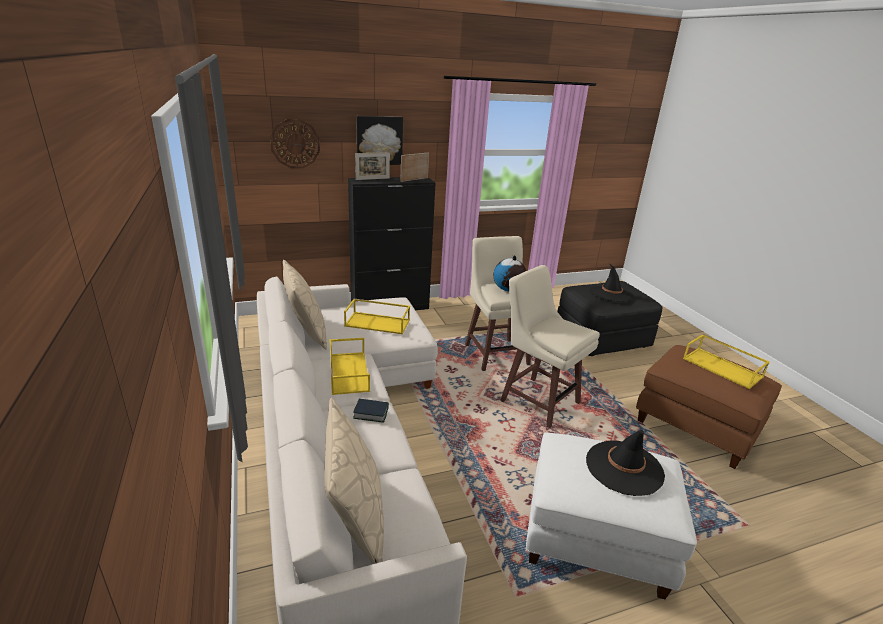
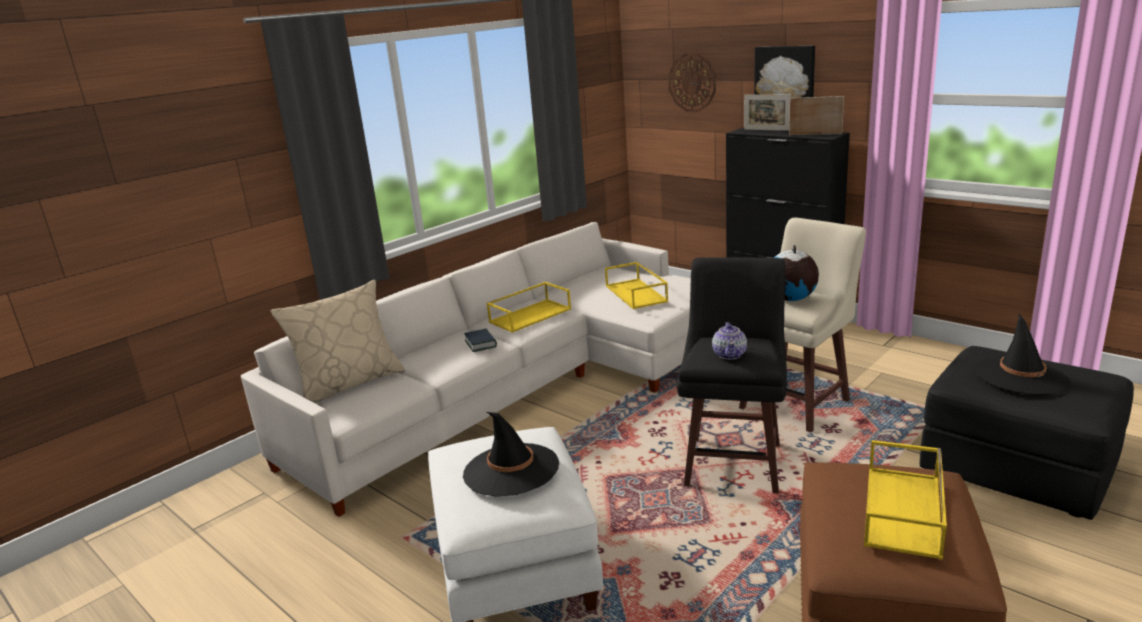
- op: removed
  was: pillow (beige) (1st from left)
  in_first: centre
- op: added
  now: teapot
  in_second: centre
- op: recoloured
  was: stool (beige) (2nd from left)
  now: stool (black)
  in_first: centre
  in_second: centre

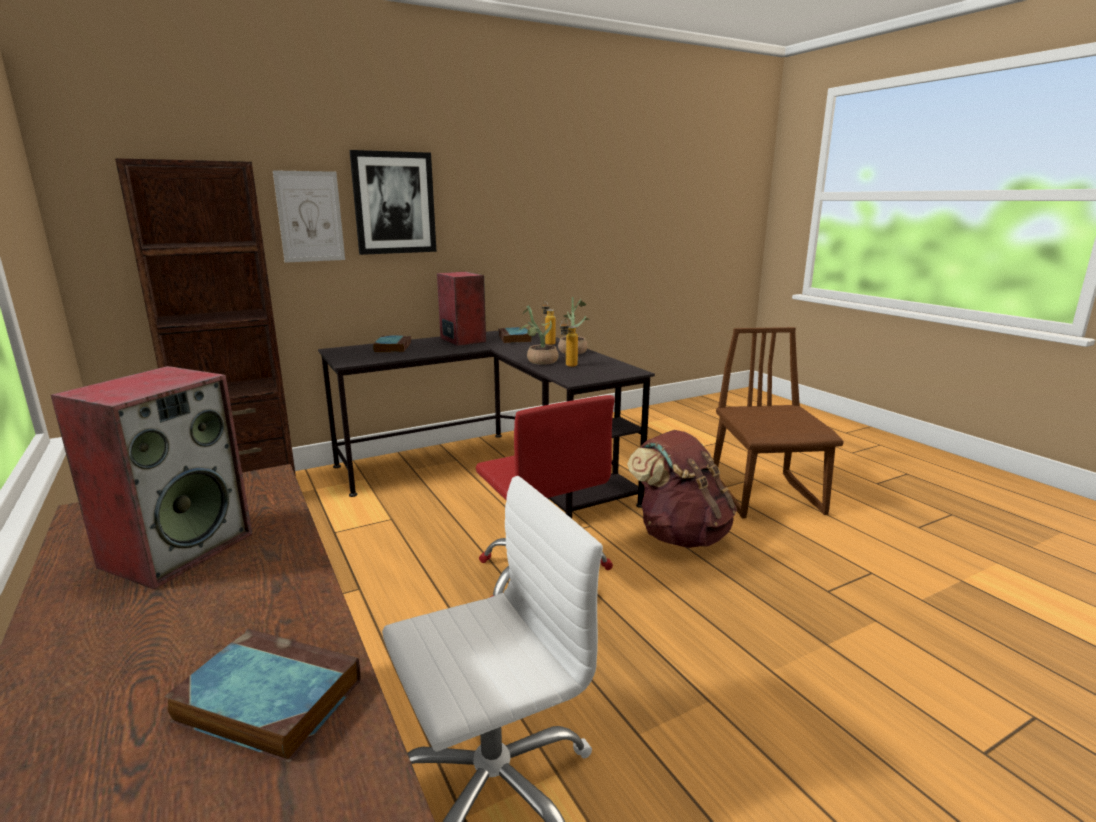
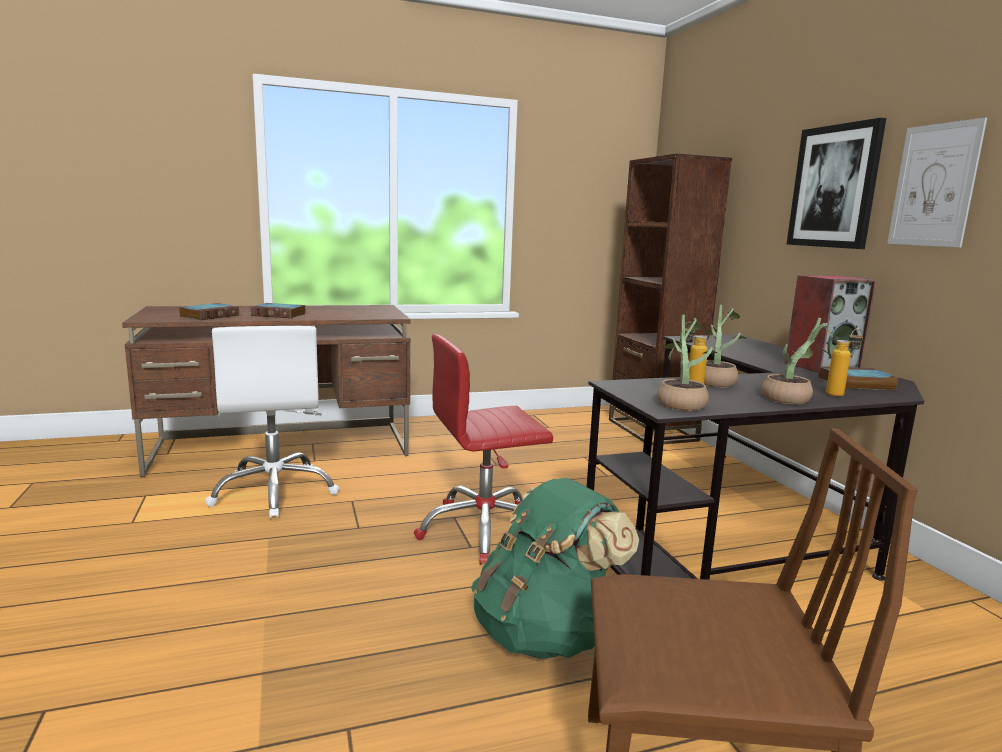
- op: removed
  was: speaker (1st from left)
  in_first: middle left
- op: added
  now: potted plant (1st from left)
  in_second: middle right
- op: moved
  was: picture (1st from left in the first image)
  now: picture (2nd from left)
  in_first: top left
  in_second: top right
- op: moved
  was: book (2nd from left)
  in_first: centre
  in_second: middle left
- op: recoloured
  was: backpack (brown)
  now: backpack (green)
  in_first: centre
  in_second: bottom centre

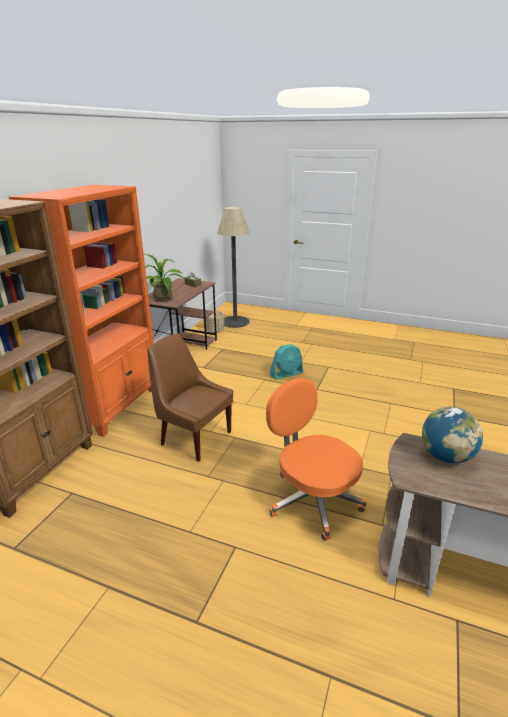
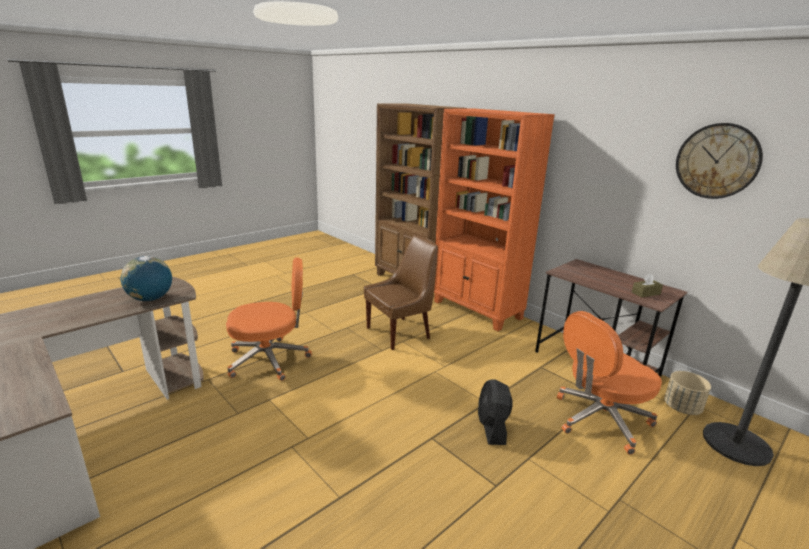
- op: removed
  was: potted plant
  in_first: middle left
- op: added
  now: office chair (orange) (2nd from left)
  in_second: bottom right
- op: added
  now: wall clock
  in_second: top right
- op: recoloured
  was: fan (turquoise)
  now: fan (black)
  in_first: centre
  in_second: bottom centre

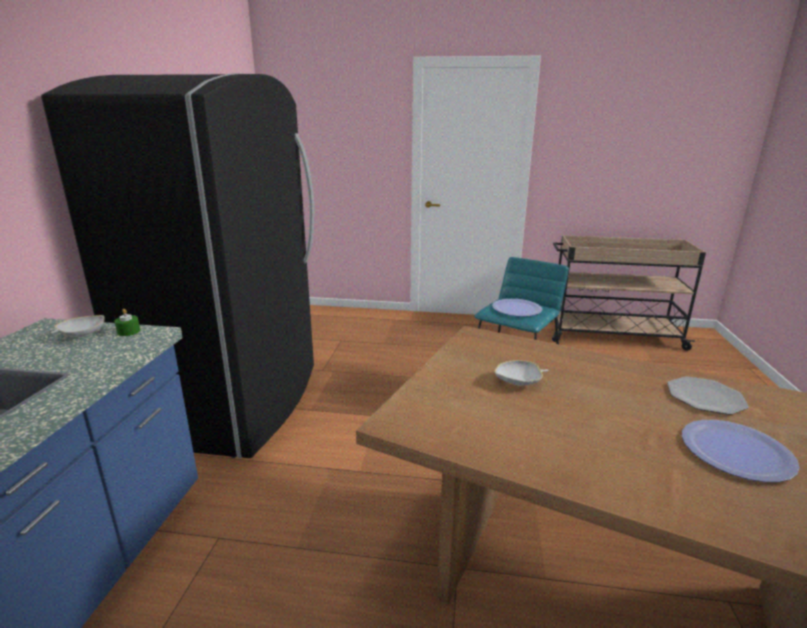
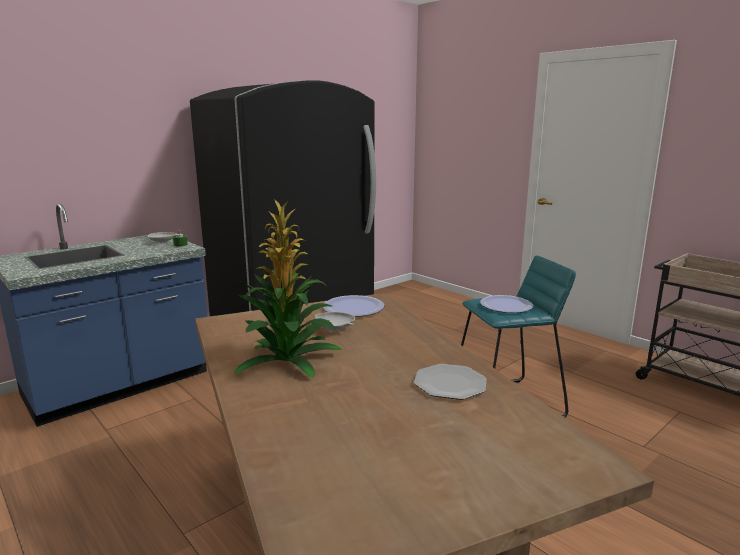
- op: added
  now: potted plant
  in_second: centre
- op: moved
  was: plate (3rd from left in the first image)
  now: plate (1st from left)
  in_first: bottom right
  in_second: centre

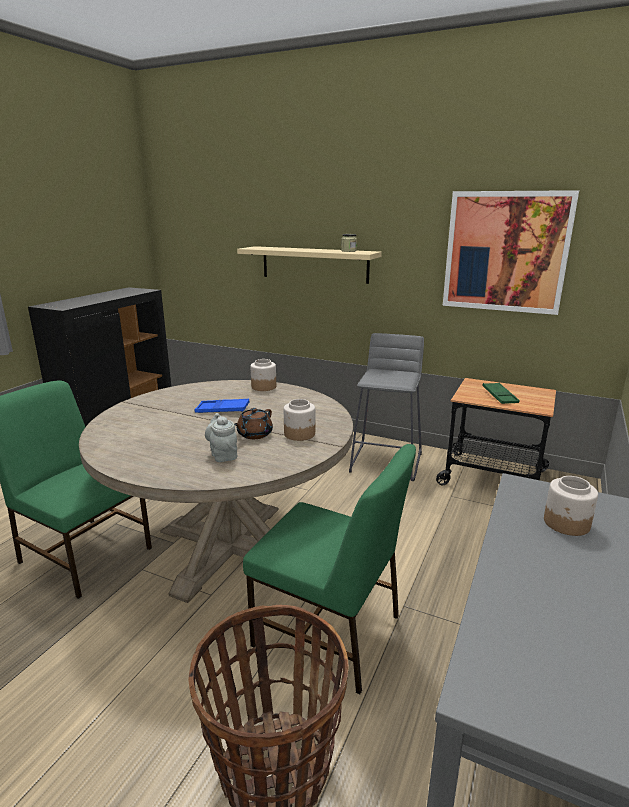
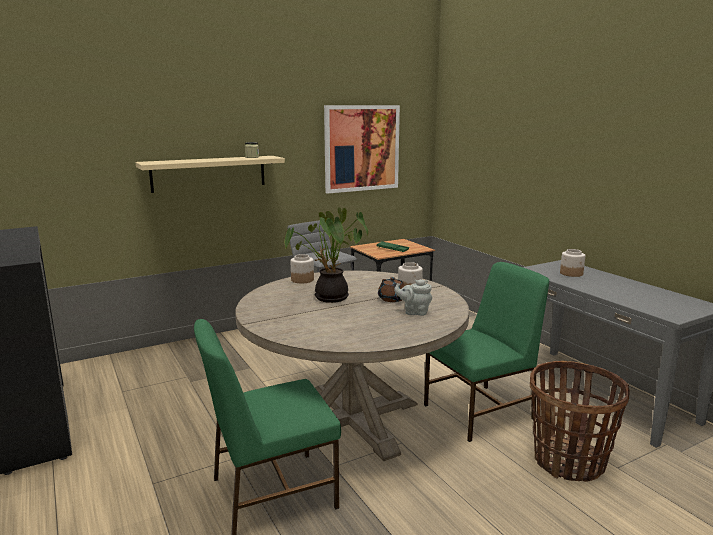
- op: replaced
  was: tray (blue)
  now: potted plant
  in_first: centre
  in_second: centre

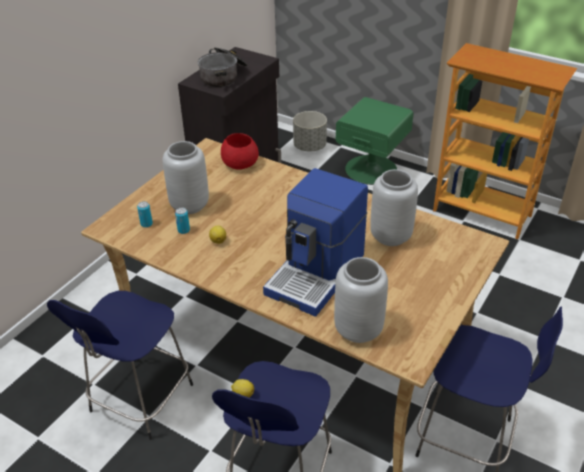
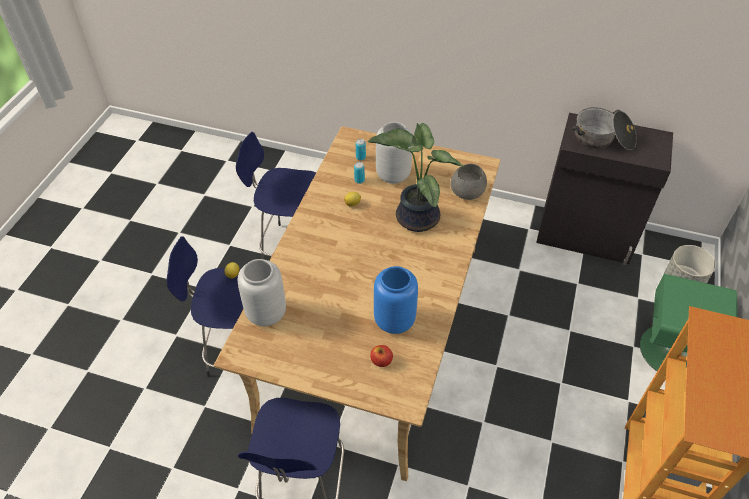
- op: removed
  was: coffee machine
  in_first: centre
- op: added
  now: potted plant
  in_second: centre
- op: added
  now: apple
  in_second: bottom centre
- op: recoloured
  was: bowl (red)
  now: bowl (grey)
  in_first: top centre
  in_second: centre
- op: recoloured
  was: vase (grey) (3rd from left)
  now: vase (blue)
  in_first: middle right
  in_second: centre

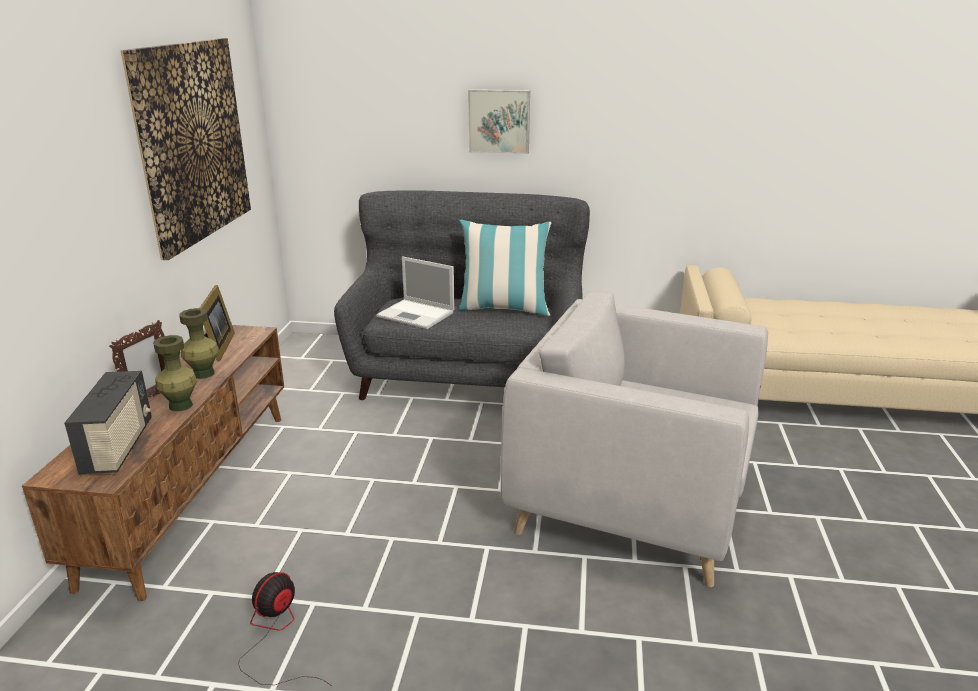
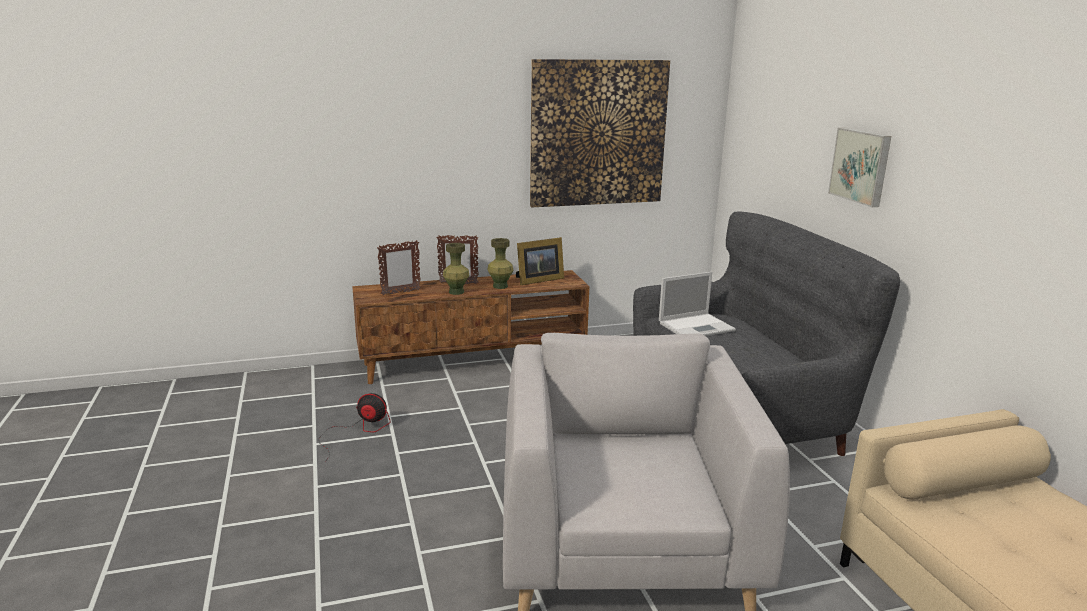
- op: removed
  was: pillow
  in_first: centre
- op: replaced
  was: radio
  now: picture frame (1st from left)
  in_first: middle left
  in_second: centre
- op: turned
  was: laptop
  in_first: centre
  in_second: centre
  clockwise: -120

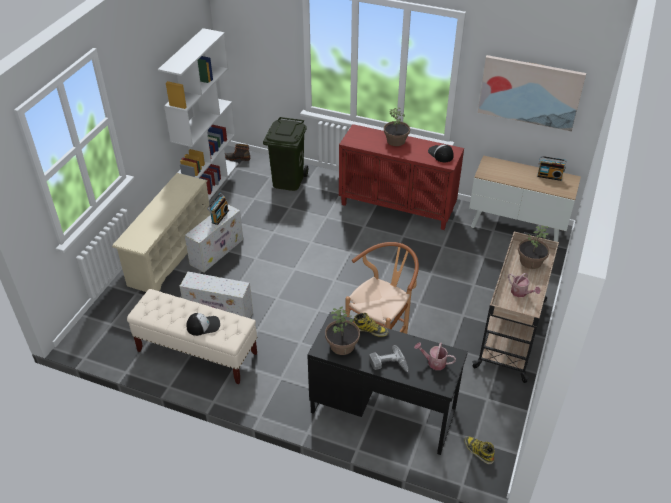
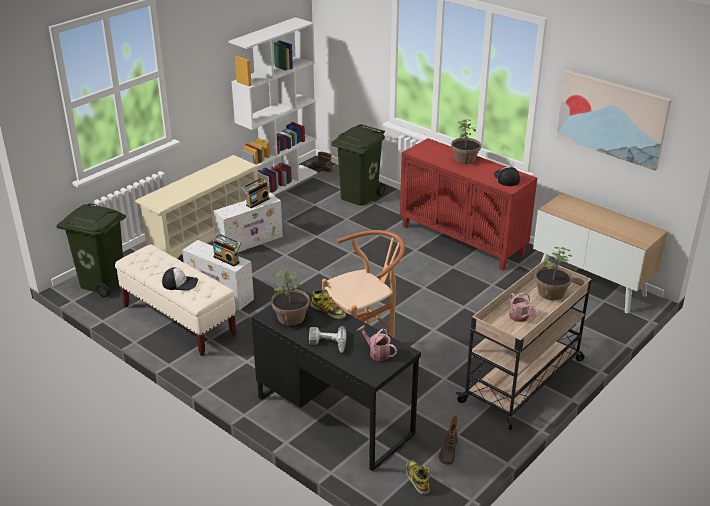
- op: added
  now: trash can (green) (1st from left)
  in_second: middle left
- op: added
  now: boot (4th from left)
  in_second: bottom centre
- op: moved
  was: radio (2nd from left in the first image)
  now: radio (1st from left)
  in_first: middle right
  in_second: middle left

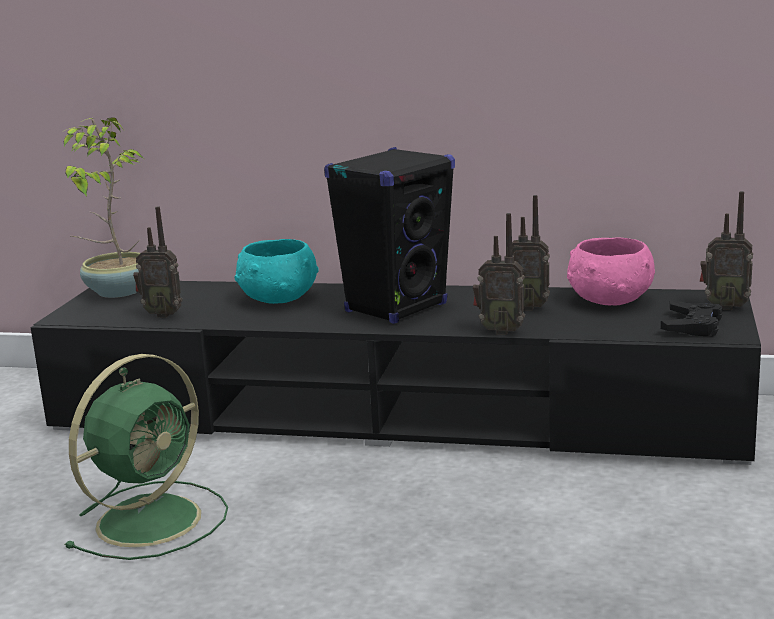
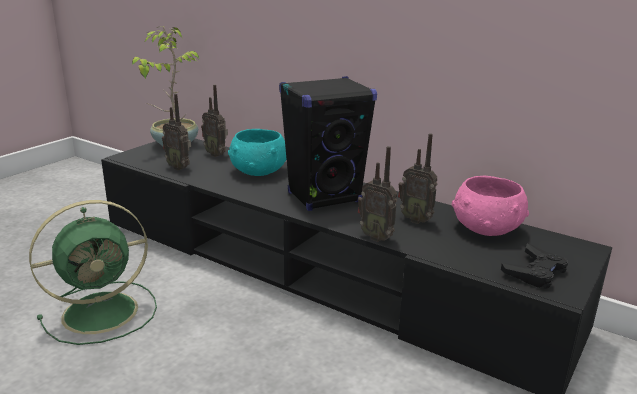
- op: moved
  was: radio (4th from left in the first image)
  now: radio (2nd from left)
  in_first: middle right
  in_second: top centre

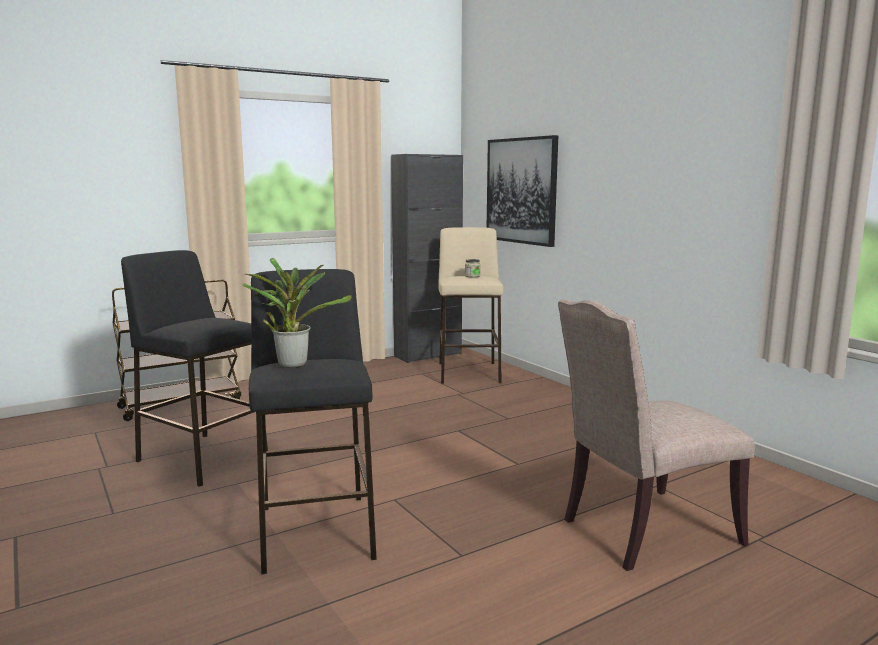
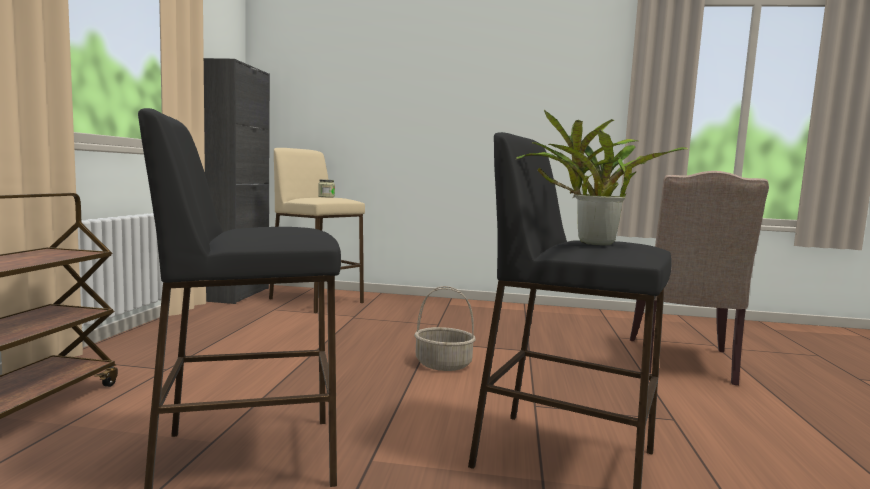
- op: removed
  was: picture
  in_first: top centre
- op: added
  now: basket
  in_second: bottom centre

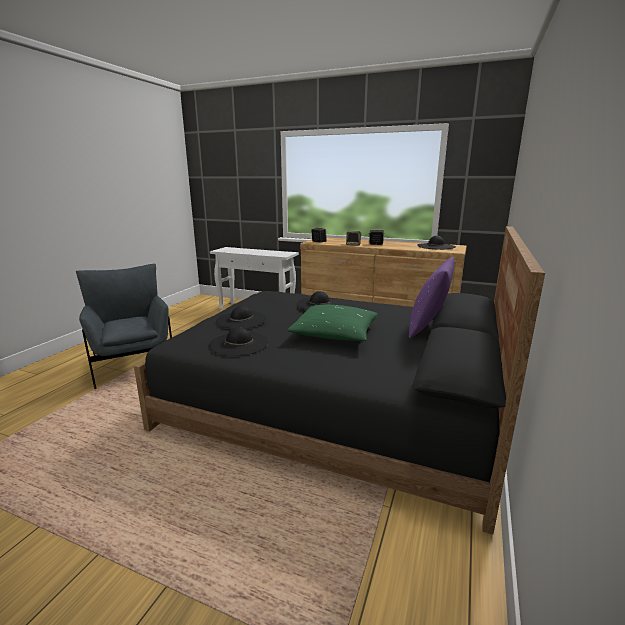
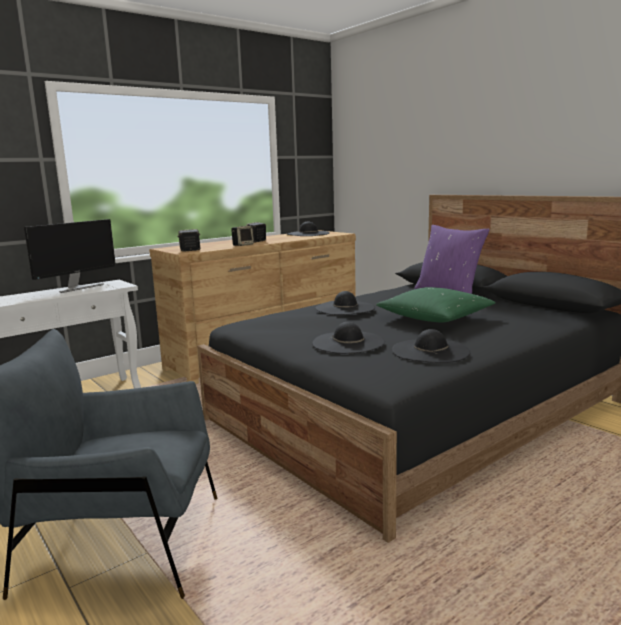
- op: added
  now: monitor
  in_second: middle left

